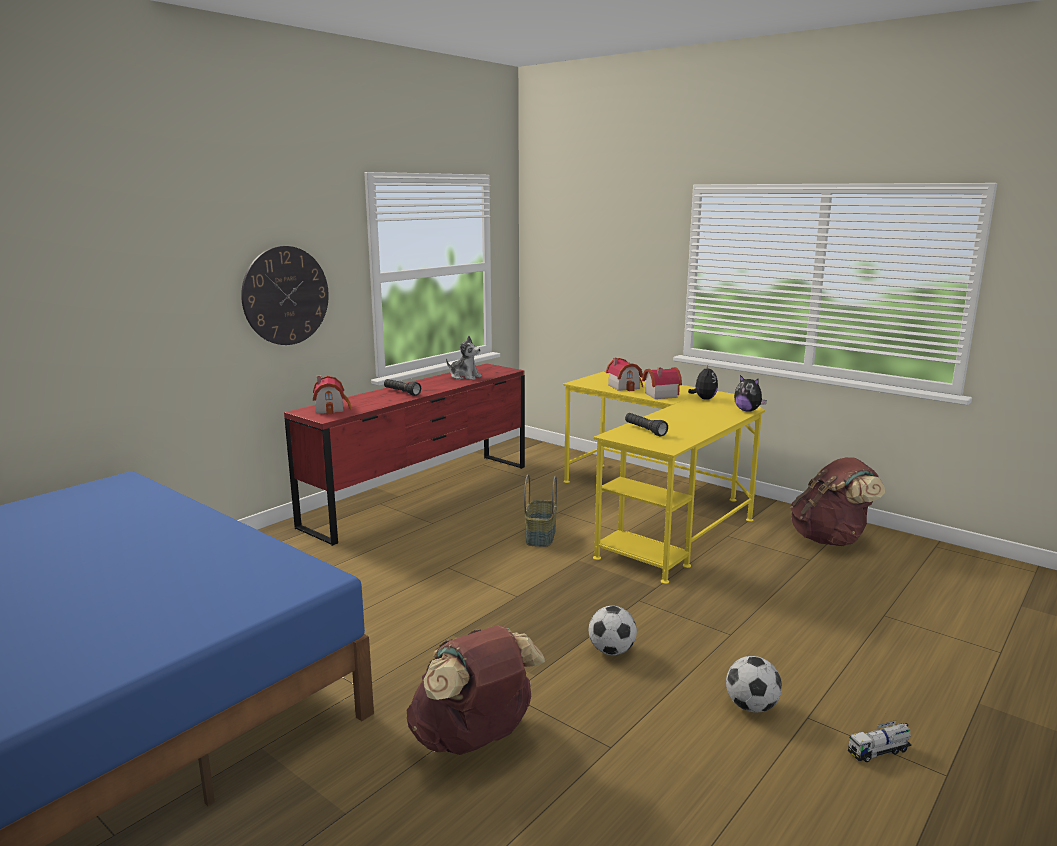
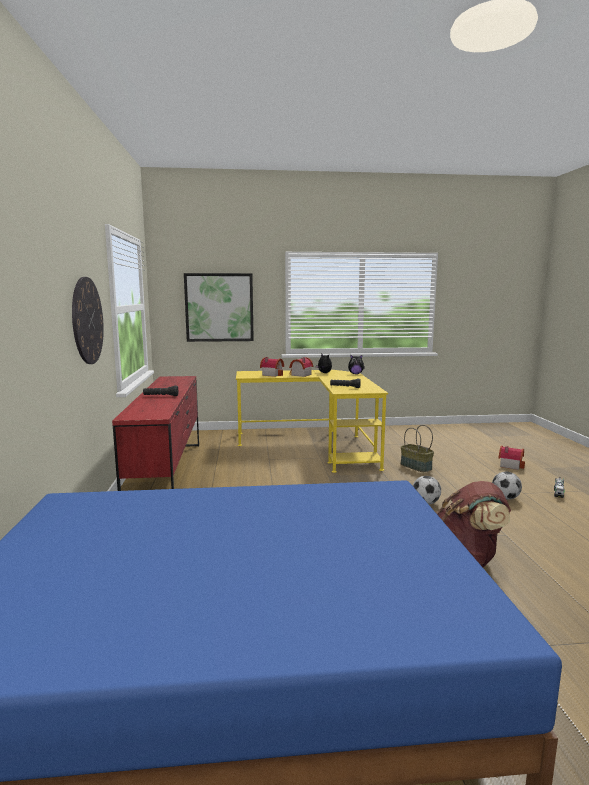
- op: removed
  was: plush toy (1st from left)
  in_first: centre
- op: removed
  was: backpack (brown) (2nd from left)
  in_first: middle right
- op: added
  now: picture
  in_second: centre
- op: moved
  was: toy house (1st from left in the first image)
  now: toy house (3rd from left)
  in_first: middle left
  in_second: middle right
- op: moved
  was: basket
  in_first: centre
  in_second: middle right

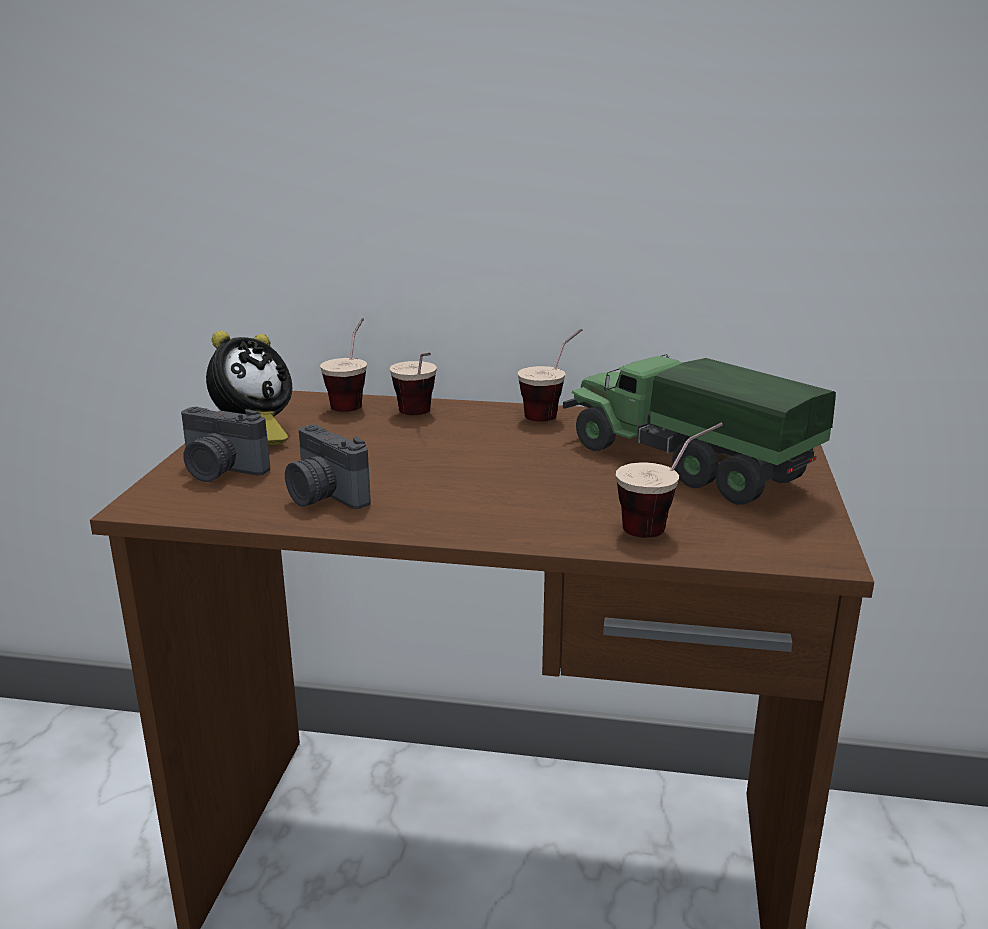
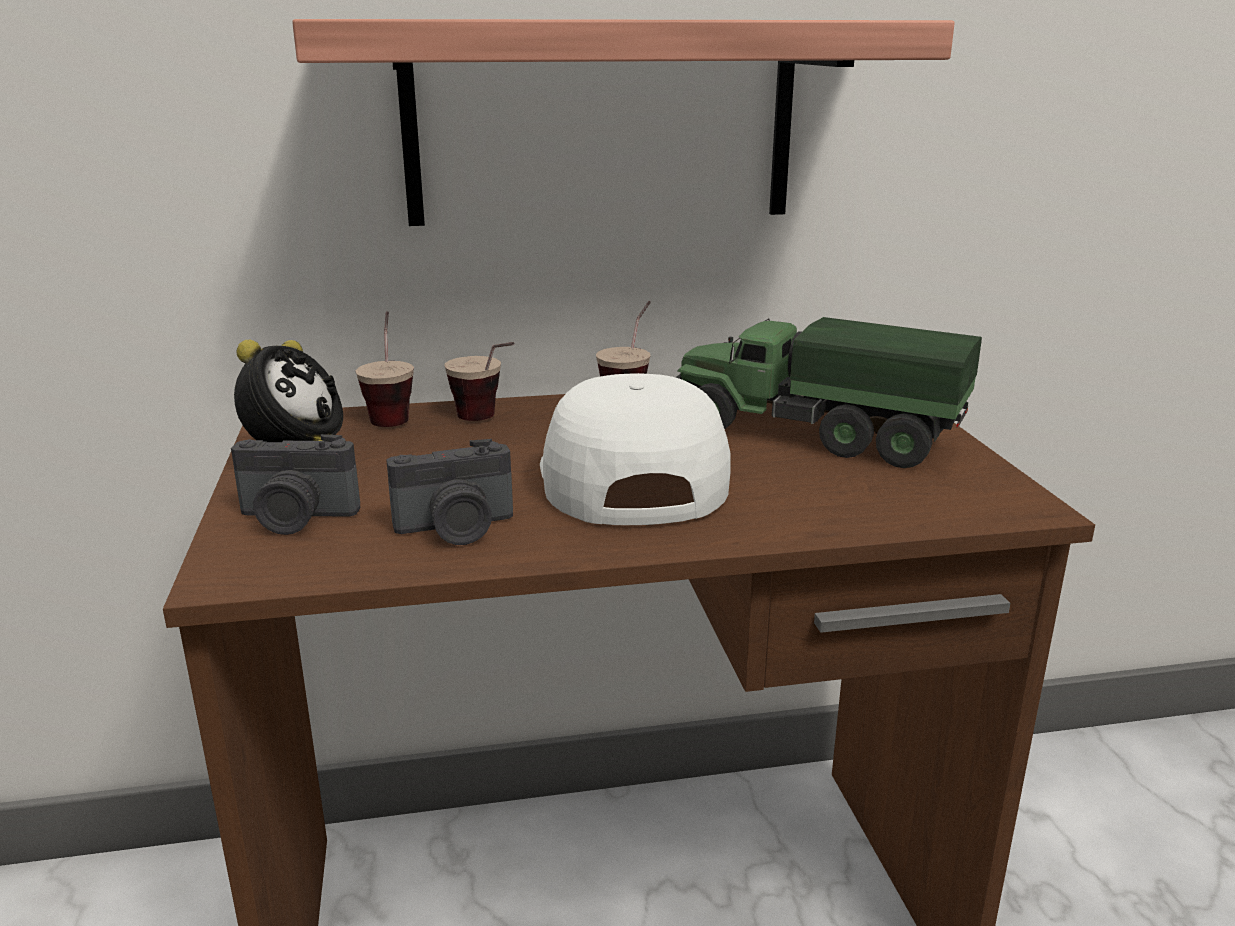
- op: removed
  was: cup (4th from left)
  in_first: middle right
- op: added
  now: shelf
  in_second: top centre
- op: added
  now: cap (white)
  in_second: centre
- op: turned
  was: photo camera (2nd from left)
  in_first: middle left
  in_second: centre
  clockwise: -45

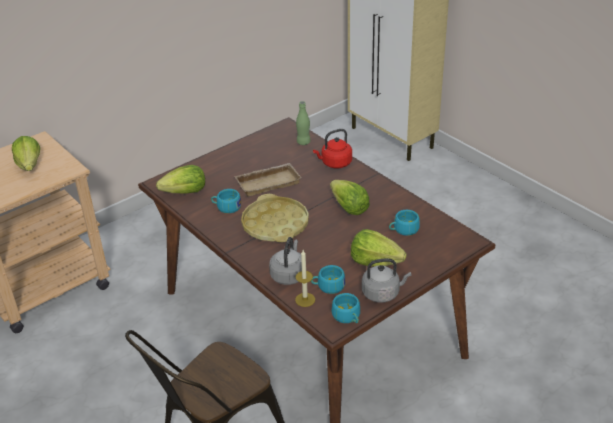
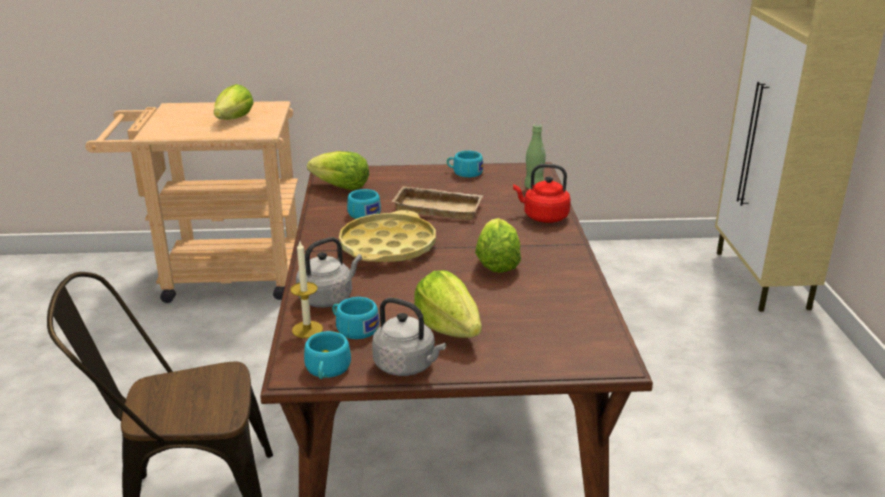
- op: moved
  was: cup (turquoise) (4th from left)
  in_first: centre
  in_second: top centre

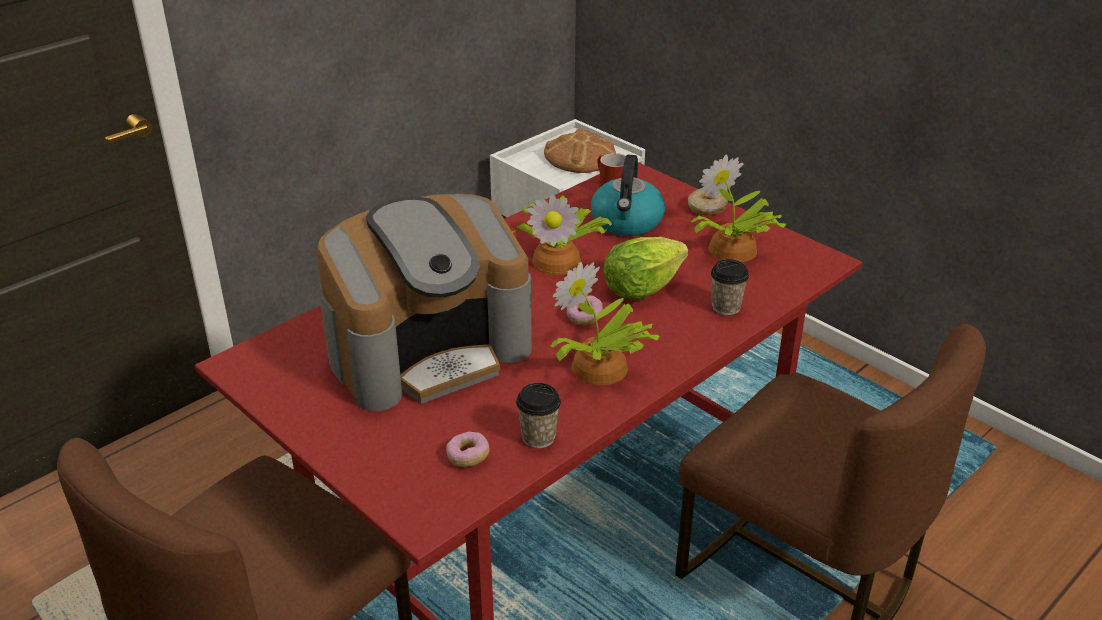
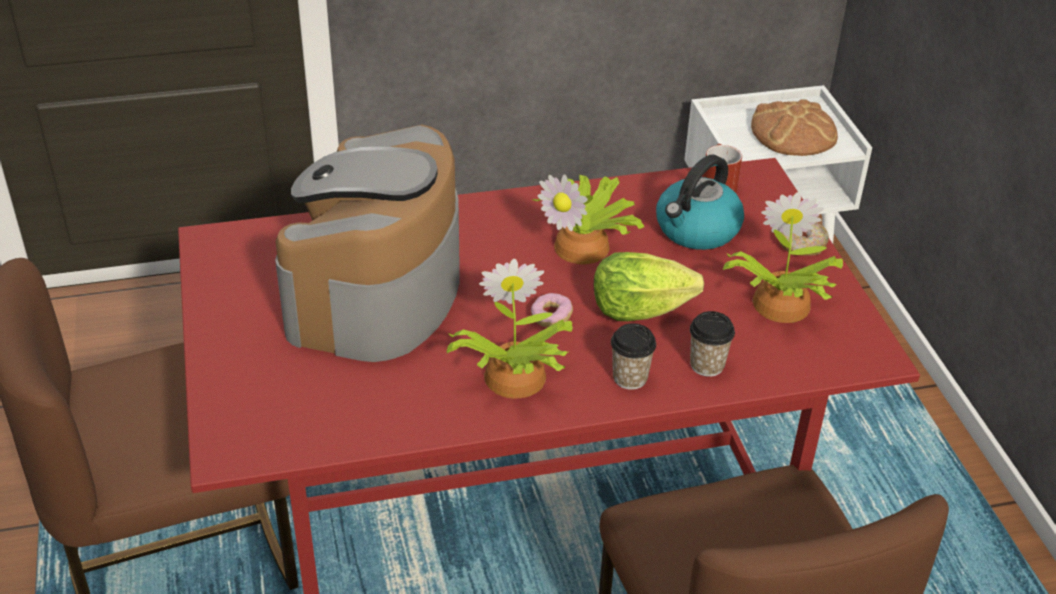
- op: removed
  was: donut (1st from left)
  in_first: bottom centre
- op: moved
  was: cup (1st from left)
  in_first: bottom centre
  in_second: centre
- op: turned
  was: coffee machine
  in_first: centre
  in_second: centre
  clockwise: 105

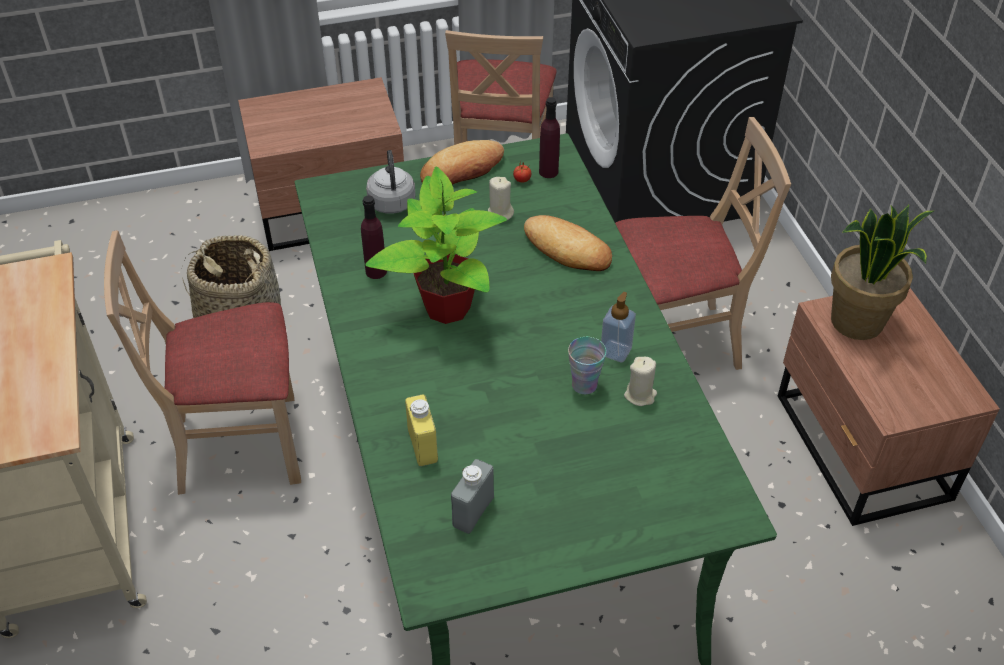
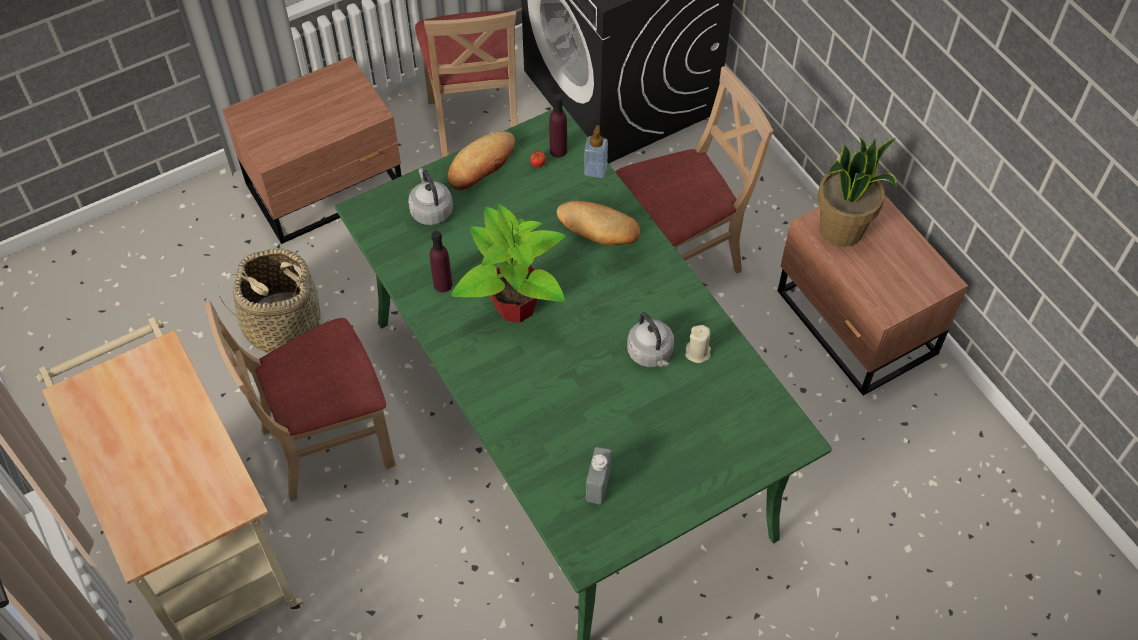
- op: removed
  was: bottle (yellow)
  in_first: centre
- op: removed
  was: candle (beige) (1st from left)
  in_first: top centre
- op: moved
  was: soap dispenser
  in_first: centre
  in_second: top centre
- op: replaced
  was: cup
  now: kettle (grey) (2nd from left)
  in_first: centre
  in_second: centre

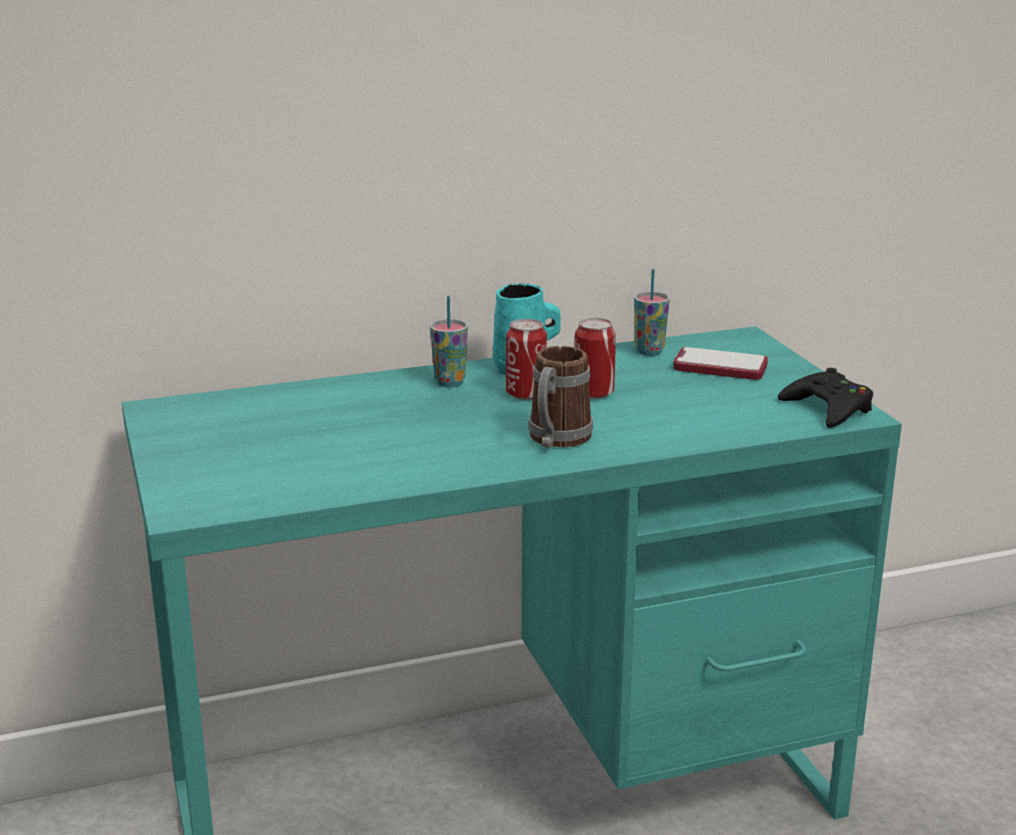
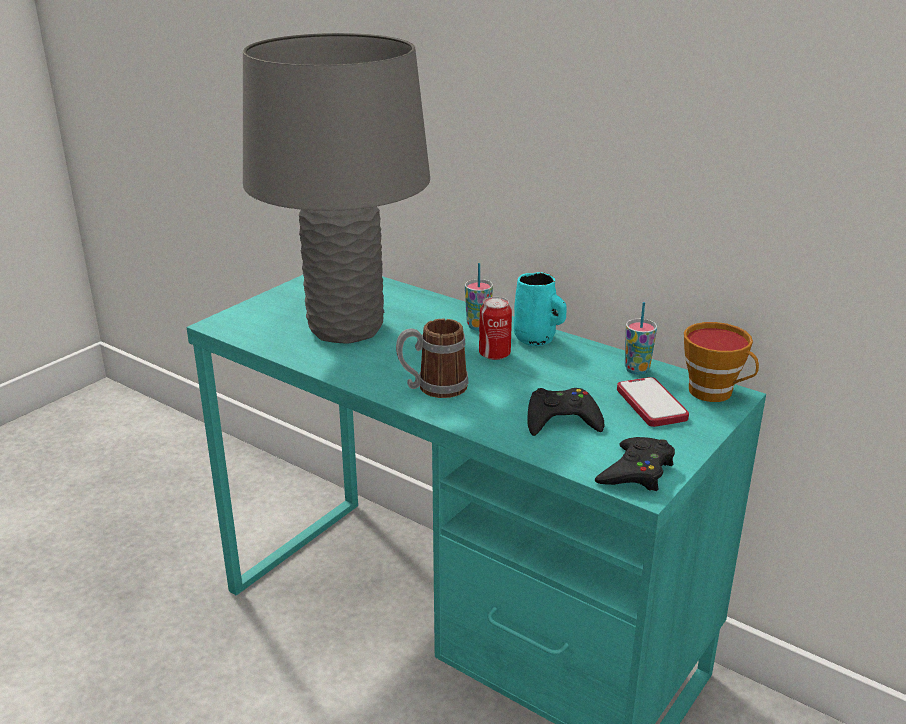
- op: removed
  was: can (2nd from left)
  in_first: centre
- op: added
  now: table lamp (grey)
  in_second: top centre
- op: added
  now: game controller (black) (1st from left)
  in_second: centre
- op: added
  now: cup (3rd from left)
  in_second: middle right

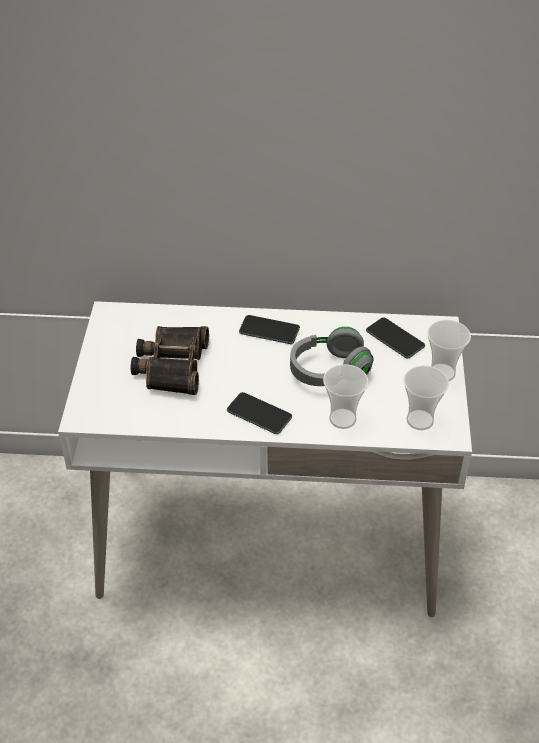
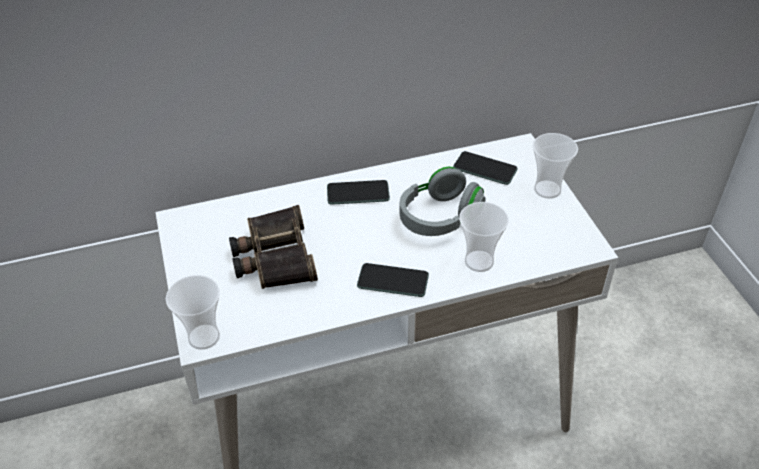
- op: moved
  was: cup (2nd from left in the first image)
  now: cup (1st from left)
  in_first: middle right
  in_second: middle left

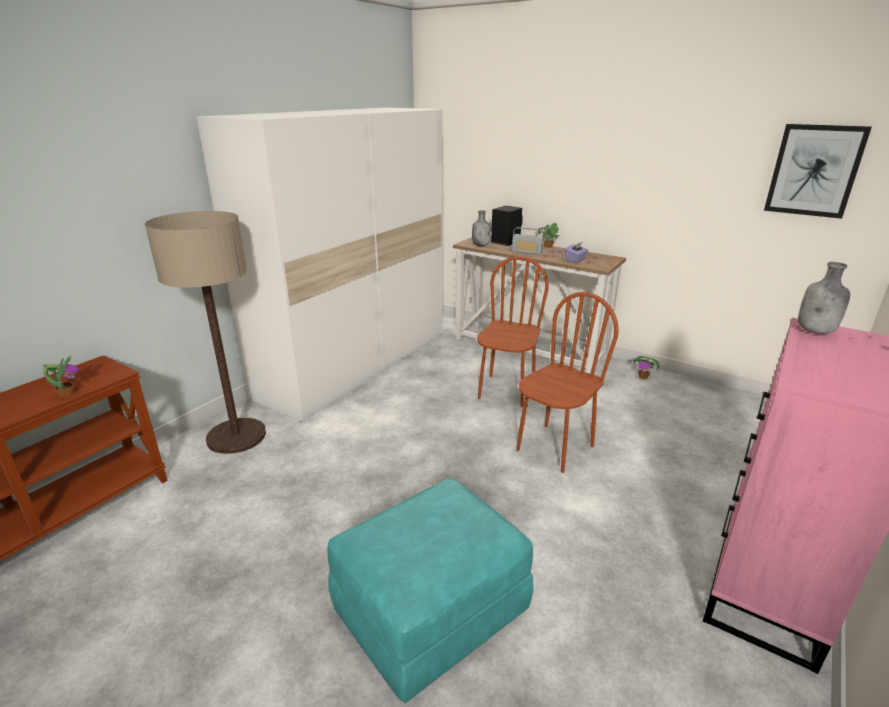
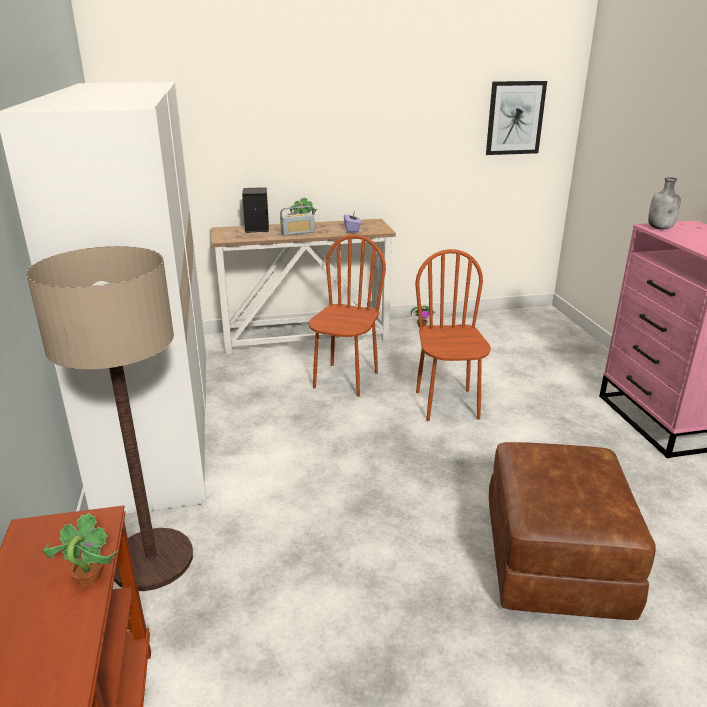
- op: removed
  was: bottle (grey) (1st from left)
  in_first: top centre
- op: recoloured
  was: ottoman (turquoise)
  now: ottoman (brown)
  in_first: bottom centre
  in_second: bottom right
- op: turned
  was: chair (brown) (1st from left)
  in_first: centre
  in_second: centre
  clockwise: 45

